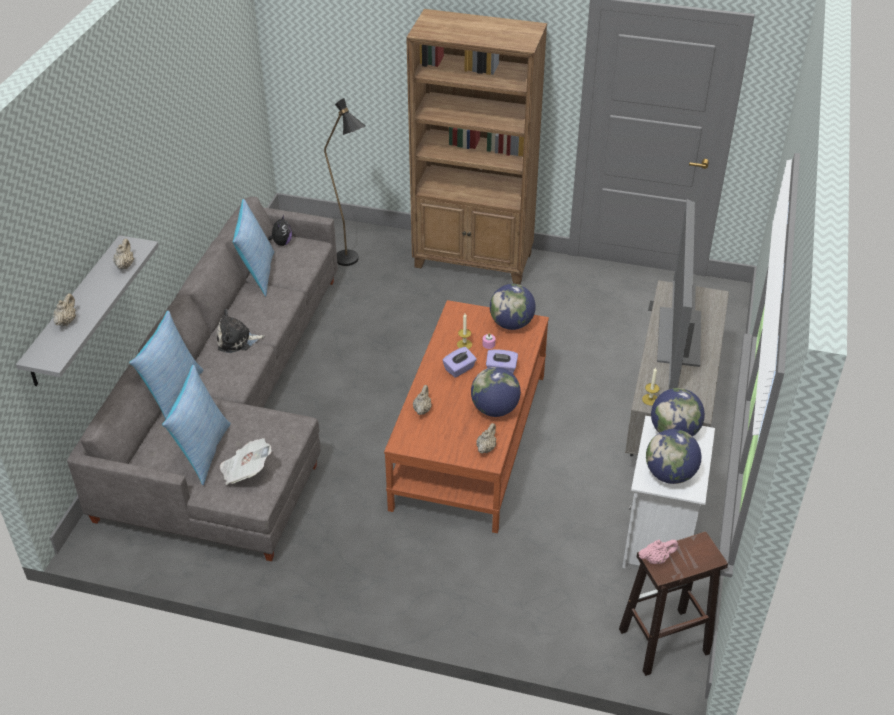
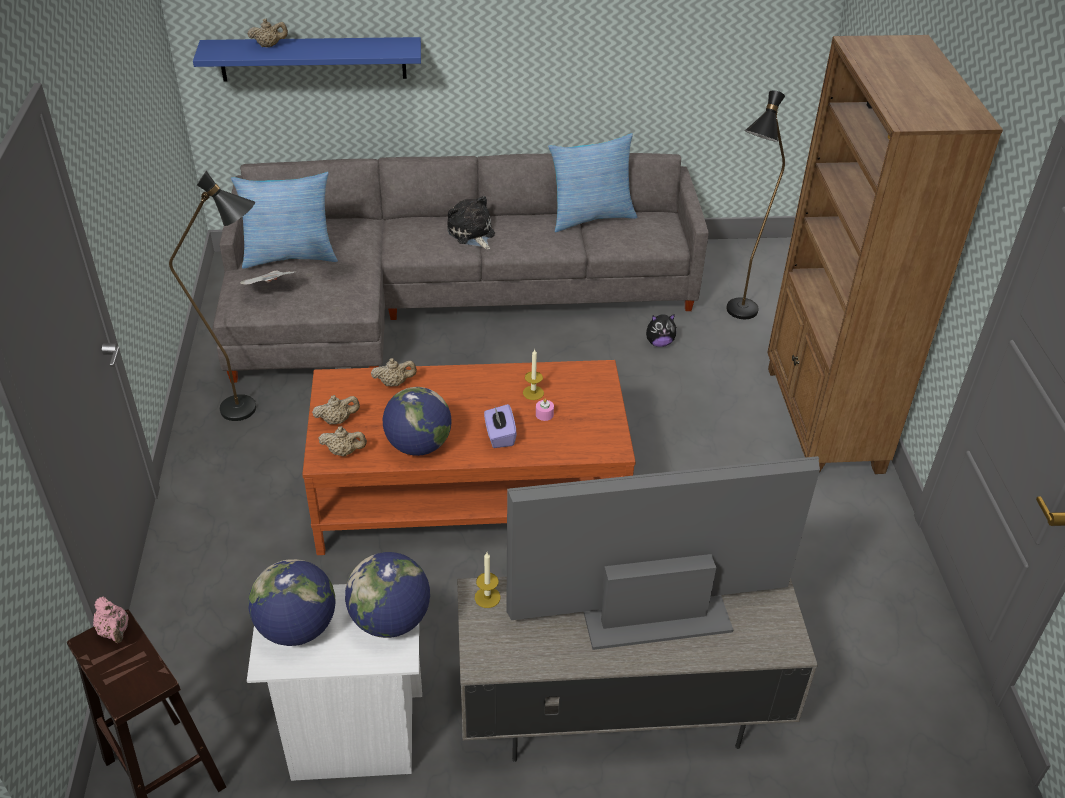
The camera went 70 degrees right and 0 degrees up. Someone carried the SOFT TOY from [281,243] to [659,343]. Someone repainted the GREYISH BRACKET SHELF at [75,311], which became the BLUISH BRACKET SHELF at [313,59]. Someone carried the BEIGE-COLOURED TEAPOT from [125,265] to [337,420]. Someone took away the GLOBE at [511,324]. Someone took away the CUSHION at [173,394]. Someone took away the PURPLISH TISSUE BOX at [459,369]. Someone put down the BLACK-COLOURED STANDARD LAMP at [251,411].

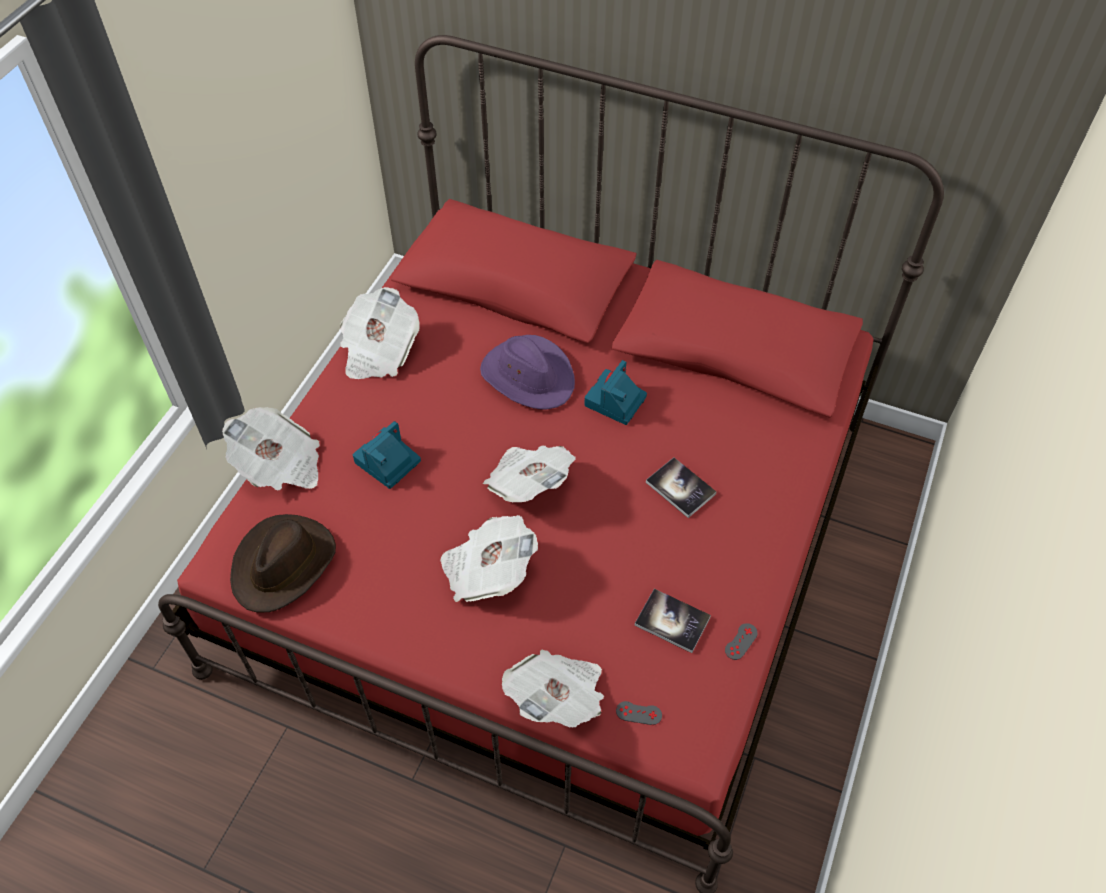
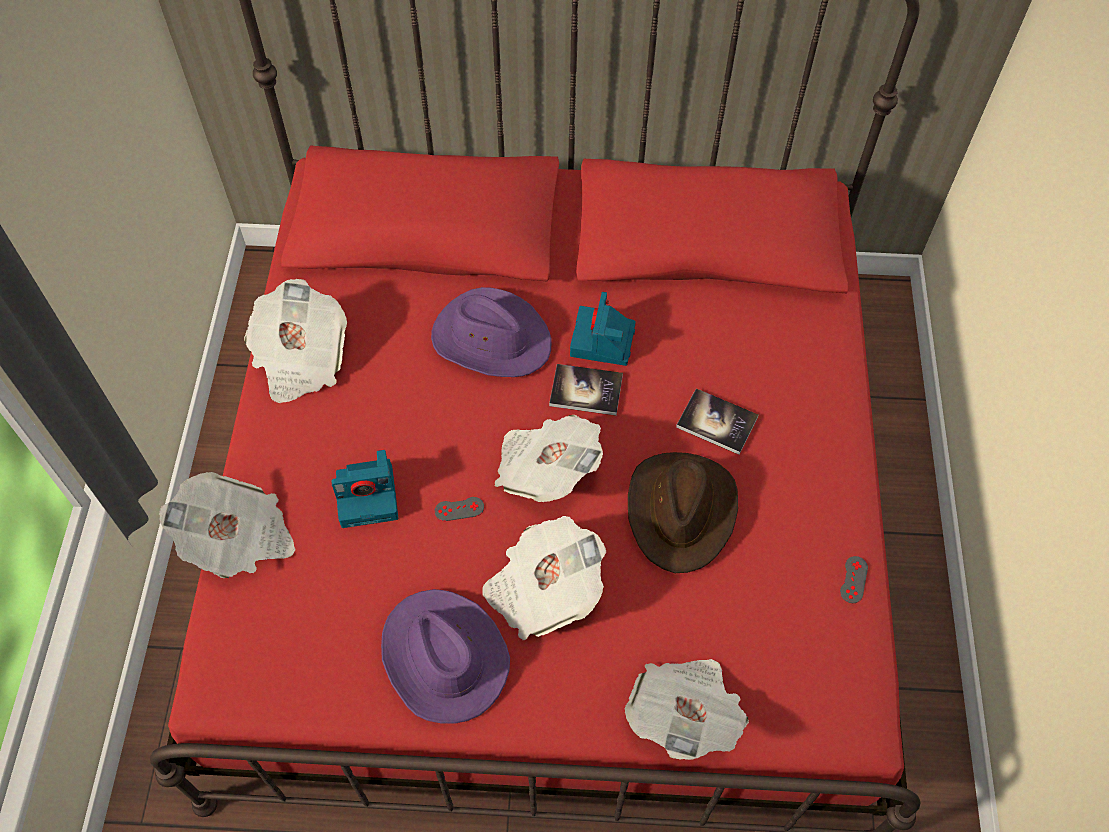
The camera went 20 degrees left and 5 degrees up. Someone rotated the PHOTO CAMERA at [387,463] by 120 degrees counterclockwise. Someone carried the BROWN-COLOURED HAT from [284,565] to [681,511]. Someone carried the BOOK from [672,621] to [586,391]. Someone carried the GREYISH GAMEPAD from [638,713] to [459,509]. Someone put down the PURPLISH HAT at [443,657].

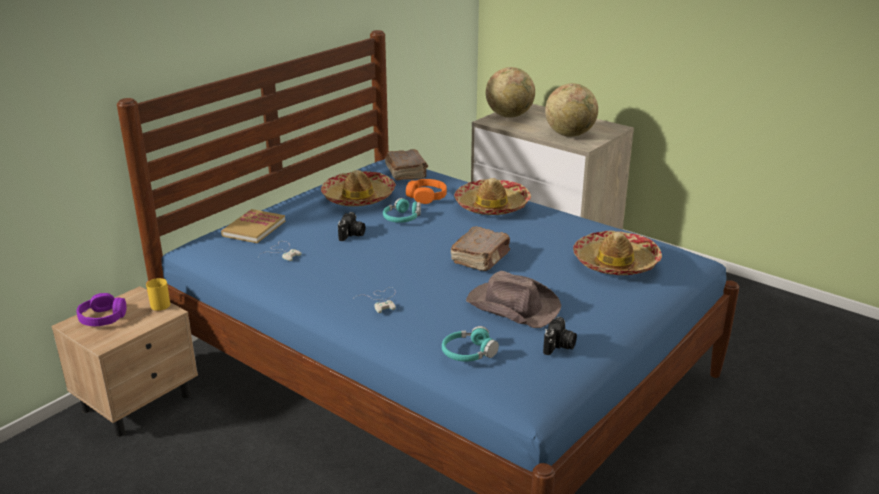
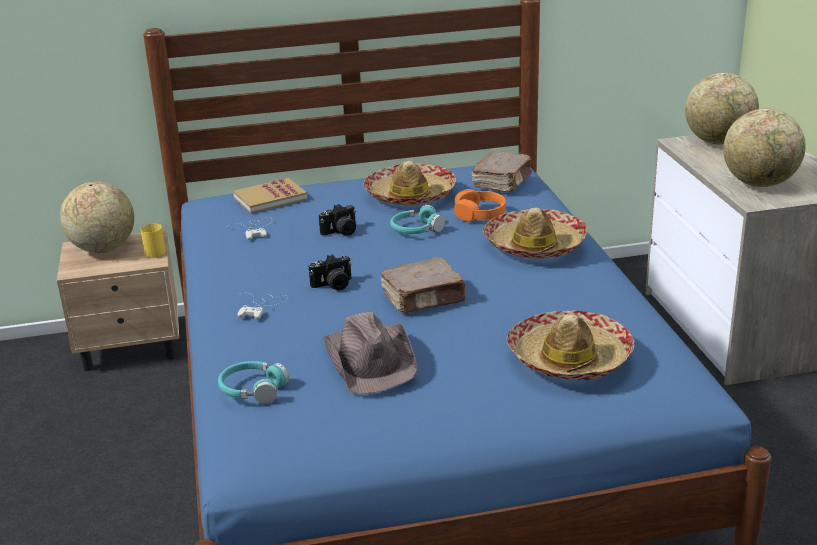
The camera went 40 degrees right and 0 degrees up. Someone swapped the PURPLISH HEADPHONES at [103,318] for the GLOBE at [103,249]. Someone carried the PHOTO CAMERA from [559,346] to [333,285].

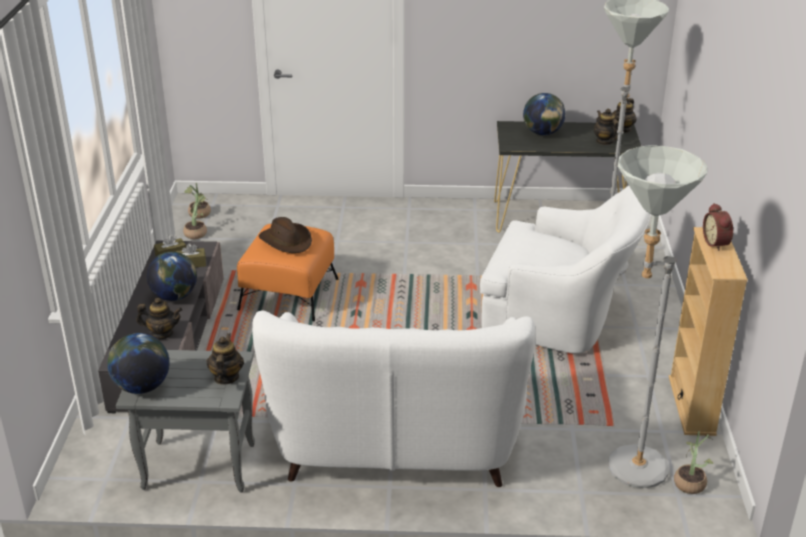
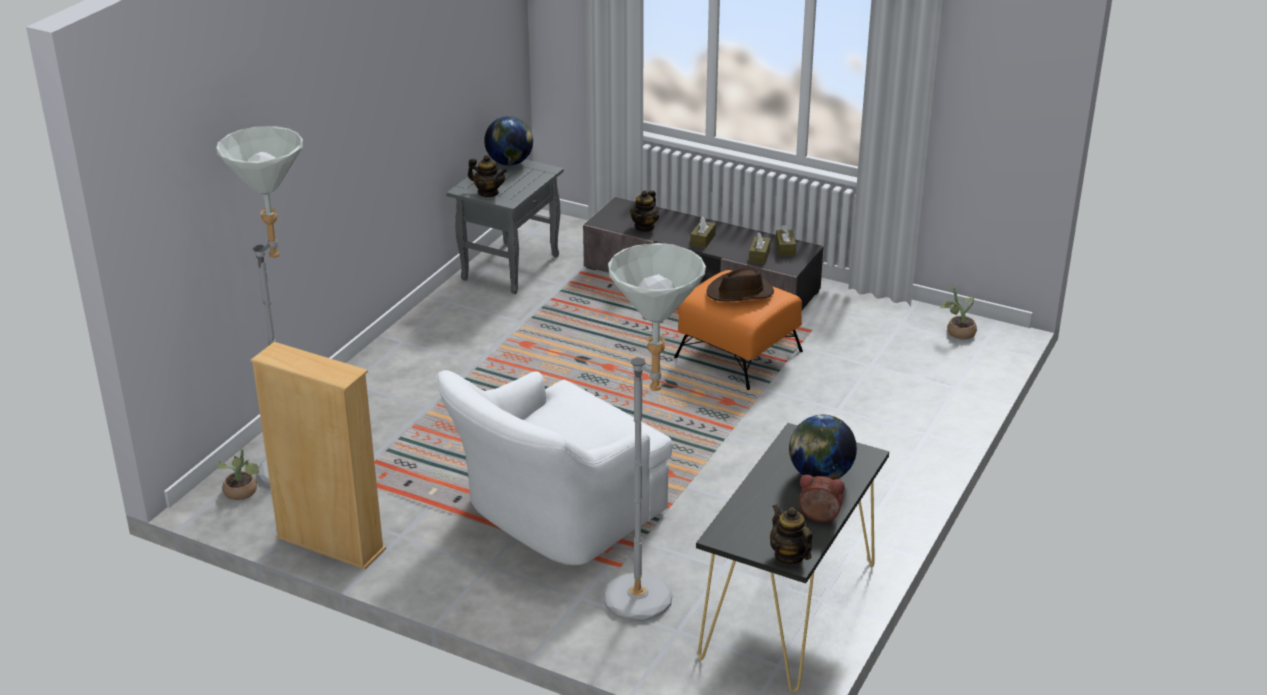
The camera went 115 degrees right and 0 degrees up. Someone took away the TEAPOT at [604,141]. Someone took away the POTTED PLANT at [197,233]. Someone carried the ALARM CLOCK from [717,243] to [819,517]. Someone swapped the GLOBE at [175,297] for the BROWN-COLOURED TISSUE BOX at [702,240]. Someone took away the WHITISH COUCH at [396,444].

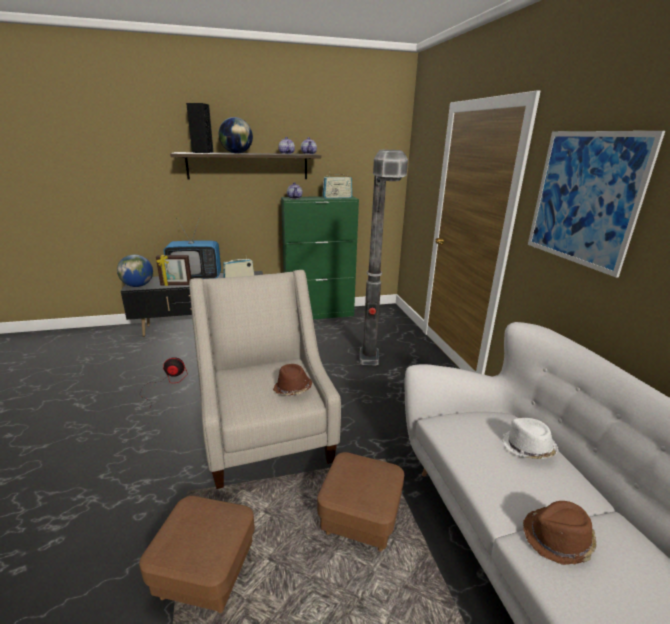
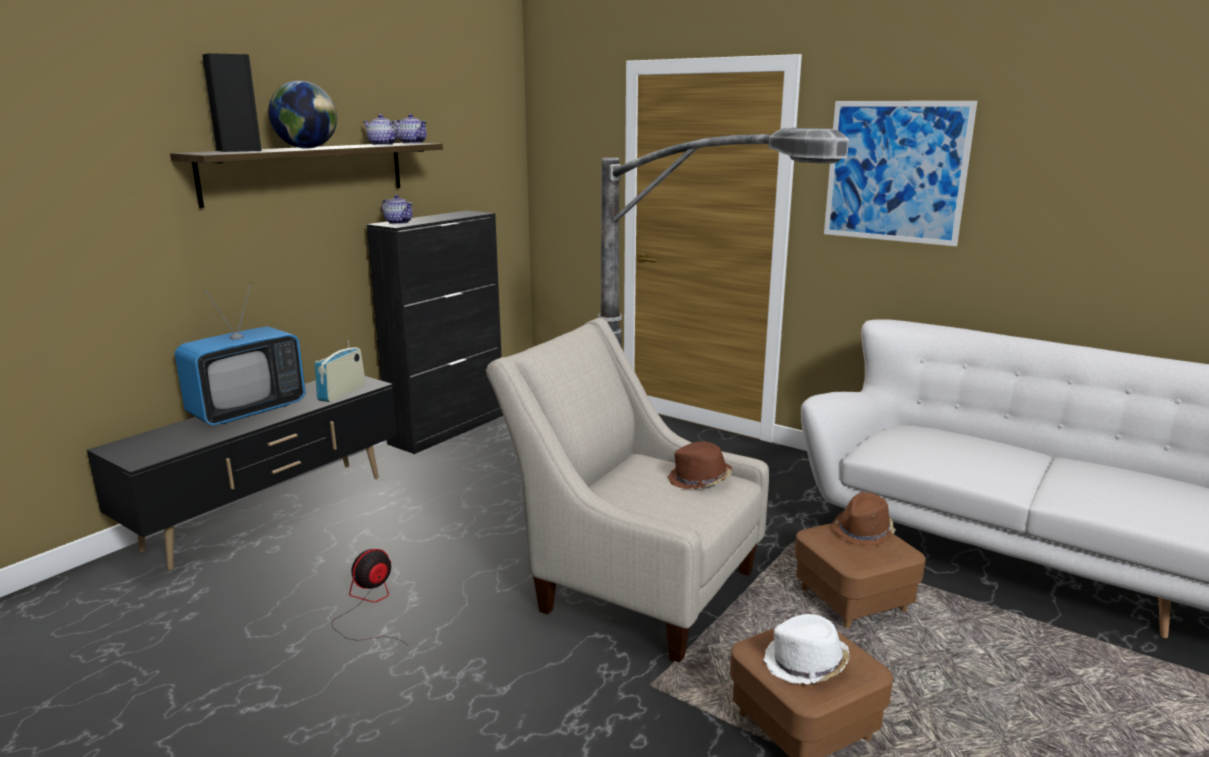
The camera went 40 degrees left and 5 degrees down. Someone took away the RADIO RECEIVER at [337,197]. Someone repainted the GREEN-COLOURED CABINET at [319,314], which became the BLACK-COLOURED CABINET at [449,429]. Someone took away the GLOBE at [138,286]. Someone took away the STANDING FRAME at [176,285]. Someone carried the WHITISH HAT from [527,448] to [805,664]. Someone carried the BROWN-COLOURED HAT from [558,539] to [863,532].

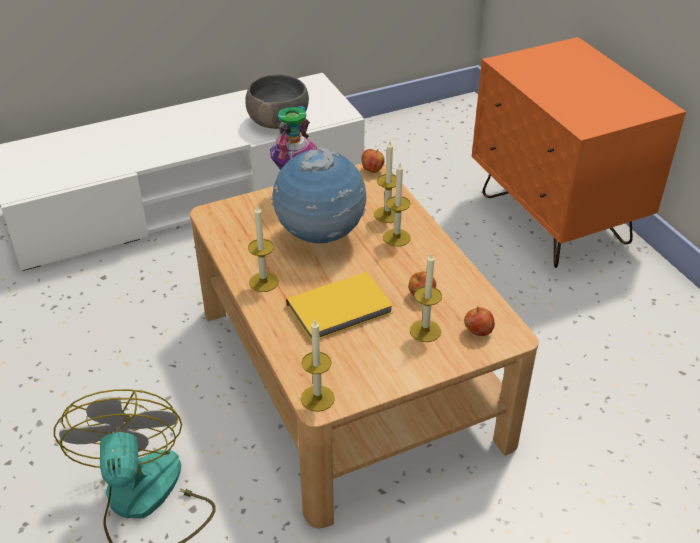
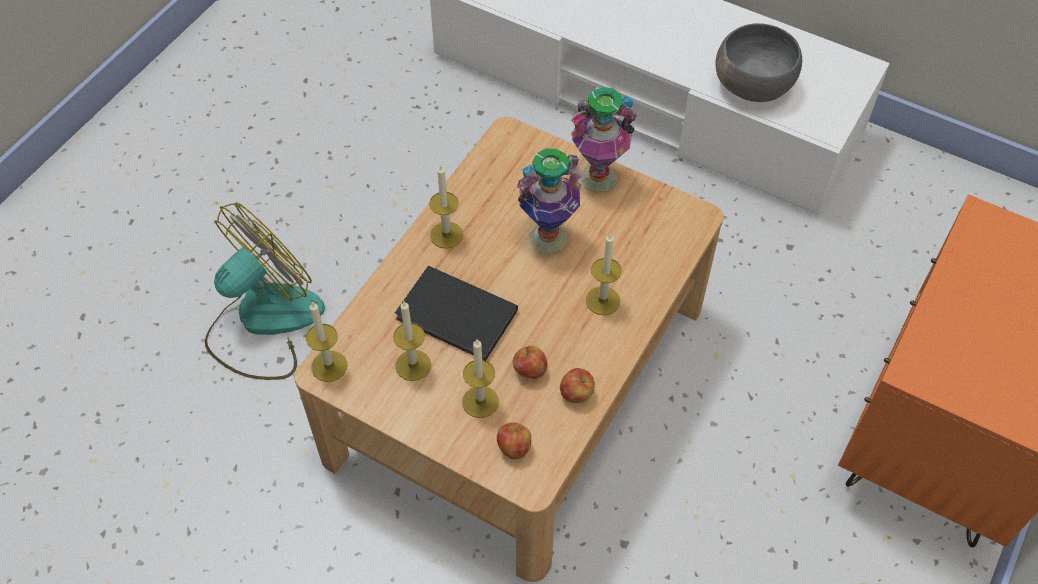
The camera went 55 degrees right and 15 degrees up. Someone carried the WAX CANDLE from [387,214] to [413,365]. Someone swapped the GLOBE at [320,237] for the FLOWER VASE at [548,238]. Someone carried the WHOLE APPLE from [372,170] to [576,394]. Someone repainted the YELLOWISH BOOK at [341,310], which became the BLACK-COLOURED BOOK at [456,317].

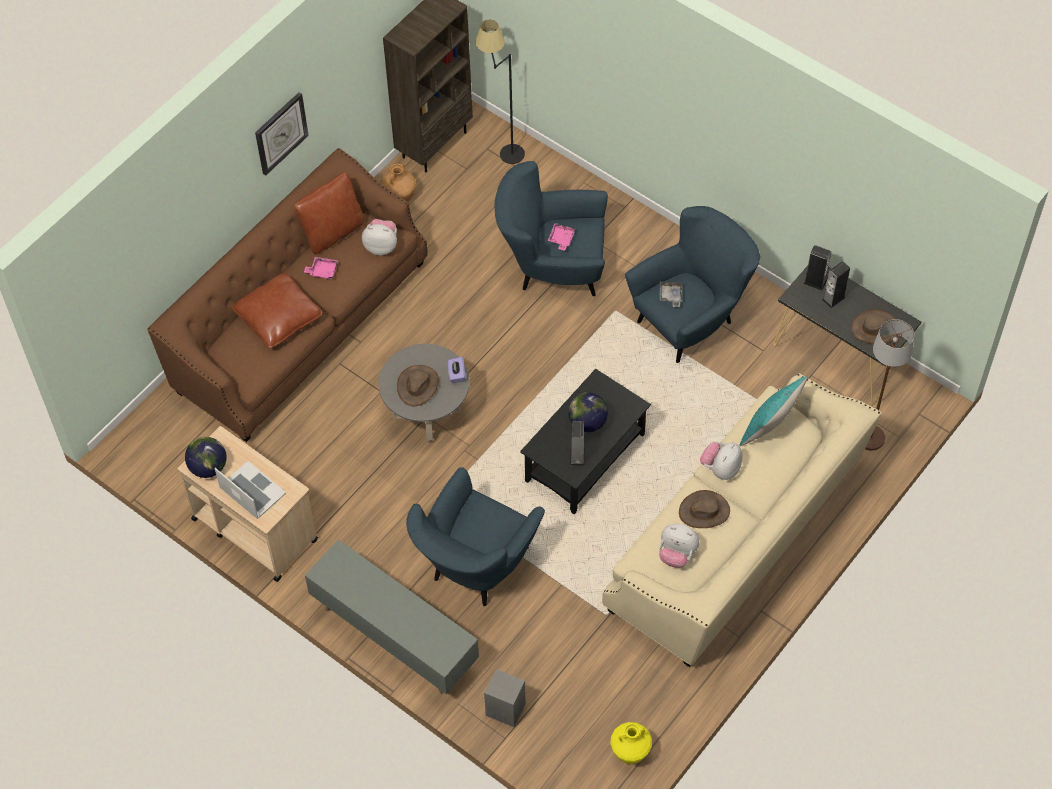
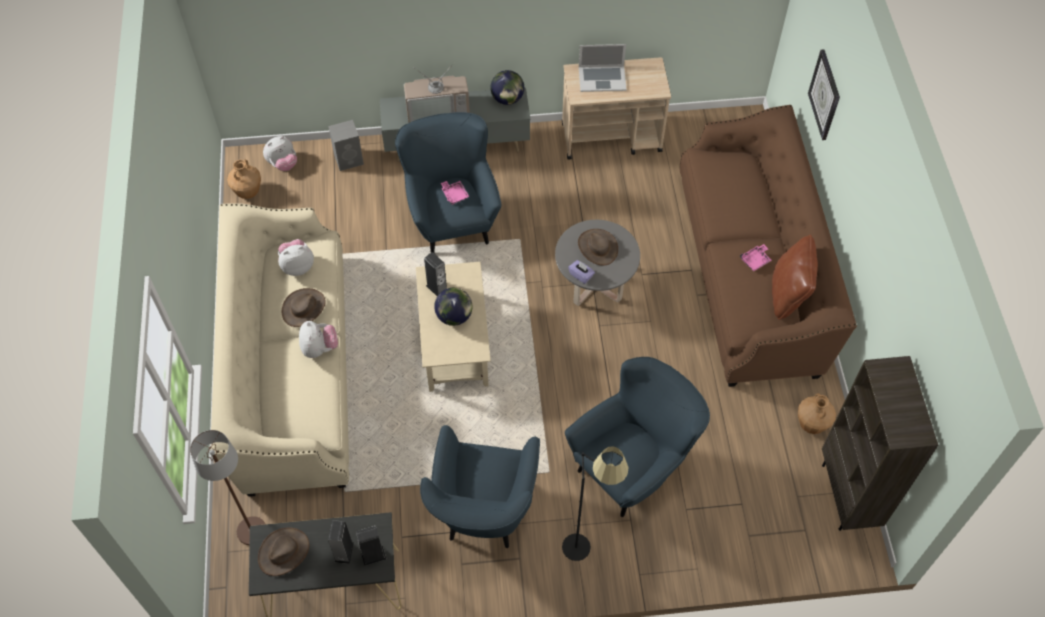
The camera went 135 degrees right and 0 degrees up. Someone carried the BLACK-COLOURED STANDARD LAMP from [501,150] to [588,543]. Someone carried the CLOCK ON THE WALL from [280,133] to [825,95]. Someone carried the SOFT TOY from [381,246] to [283,164]. Someone carried the PINKISH CARRYING TRAY from [561,239] to [454,194]. Someone took away the BROWN-COLOURED CUSHION at [279,318]. Someone took away the GREYISH CARRYING TRAY at [670,296]. Someone repainted the BLACK-COLOURED COFFEE TABLE at [584,459], which became the BEIGE-COLOURED COFFEE TABLE at [454,340]. Someone took away the BLUE-GREEN CUSHION at [770,428]. Someone carried the GLOBE from [208,467] to [507,99]. Someone repainted the YELLOWISH FLOWER VASE at [630,753], which became the BROWN-COLOURED FLOWER VASE at [248,192]. Someone put down the TELEVISION at [438,109].

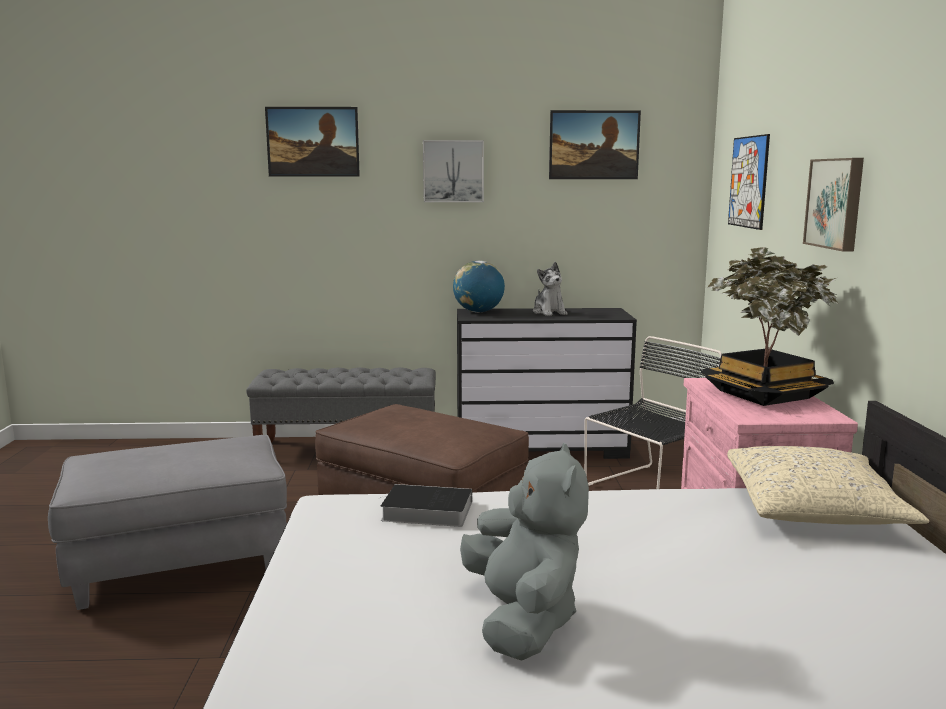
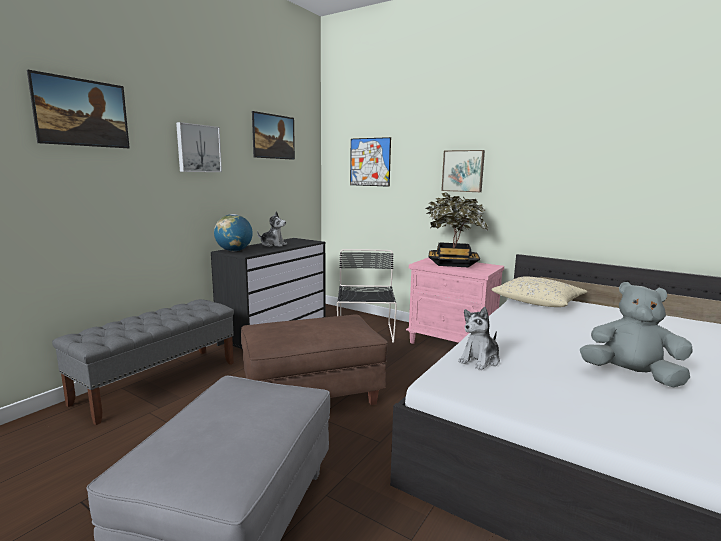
The camera went 55 degrees left and 0 degrees up. Someone swapped the BOOK at [424,511] for the SOFT TOY at [480,360].

